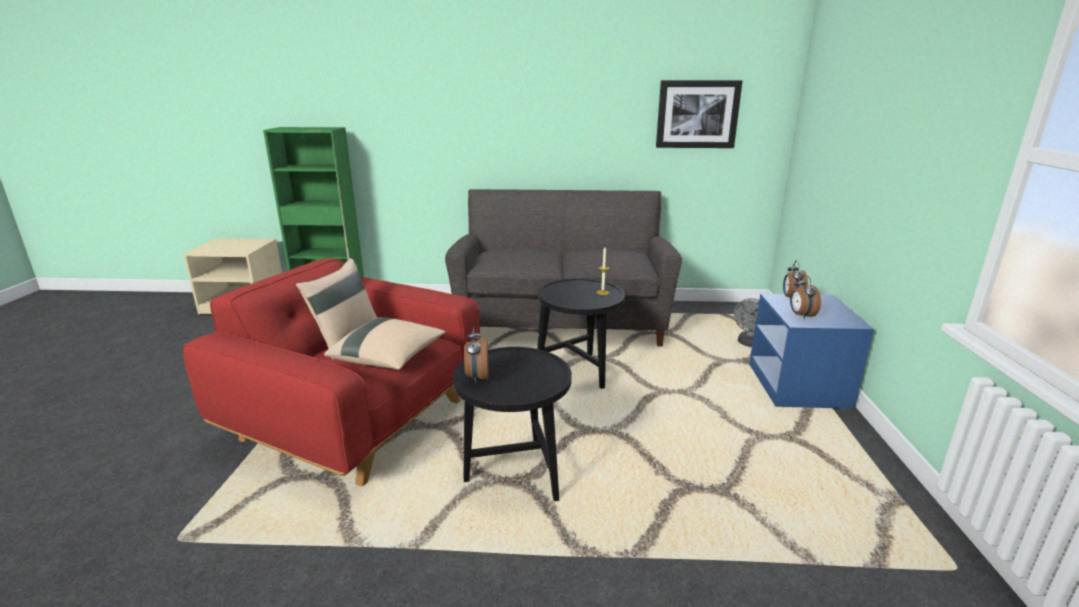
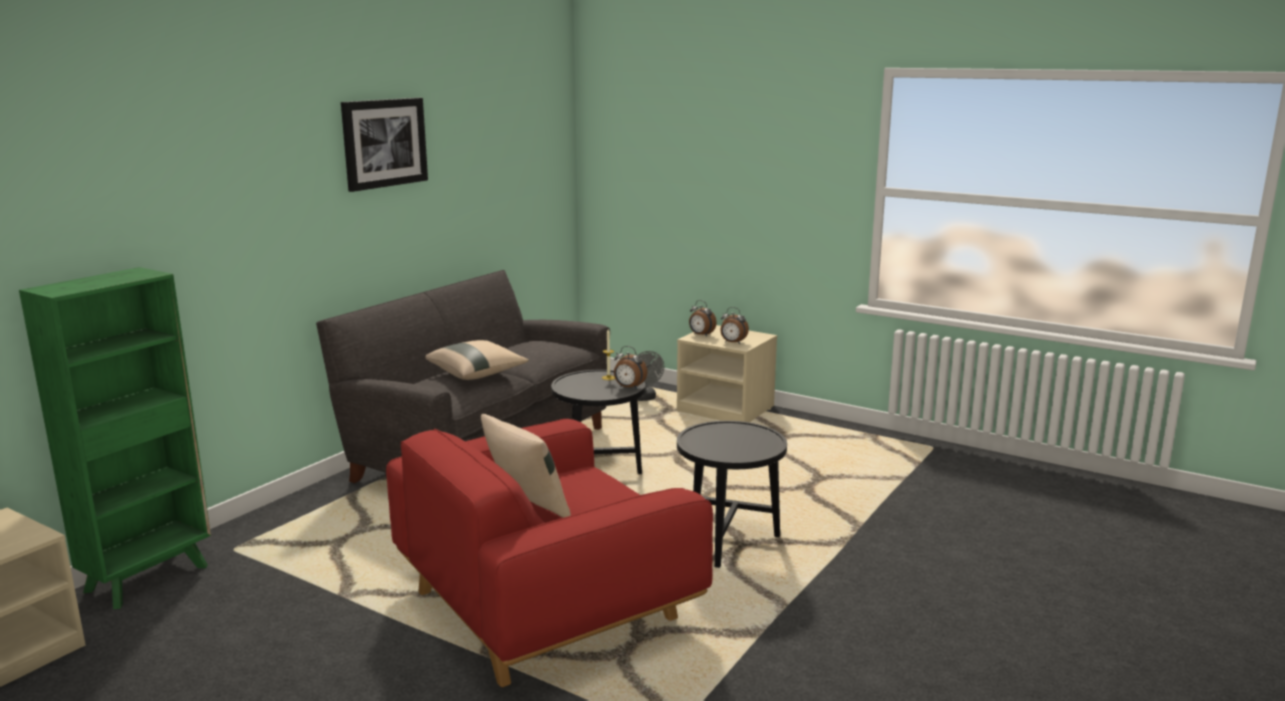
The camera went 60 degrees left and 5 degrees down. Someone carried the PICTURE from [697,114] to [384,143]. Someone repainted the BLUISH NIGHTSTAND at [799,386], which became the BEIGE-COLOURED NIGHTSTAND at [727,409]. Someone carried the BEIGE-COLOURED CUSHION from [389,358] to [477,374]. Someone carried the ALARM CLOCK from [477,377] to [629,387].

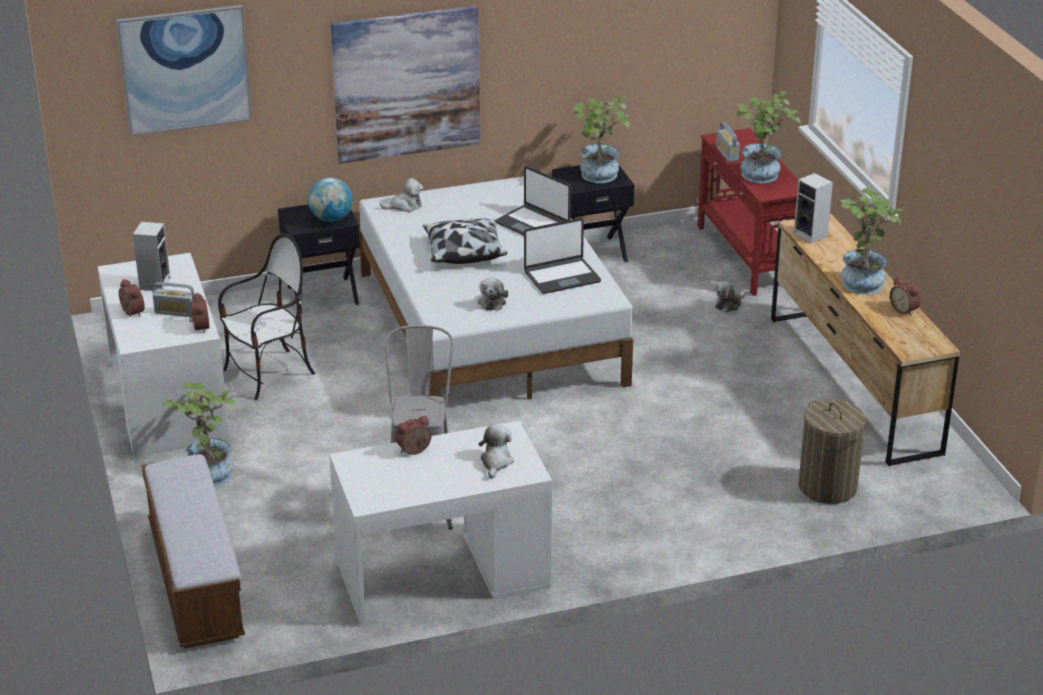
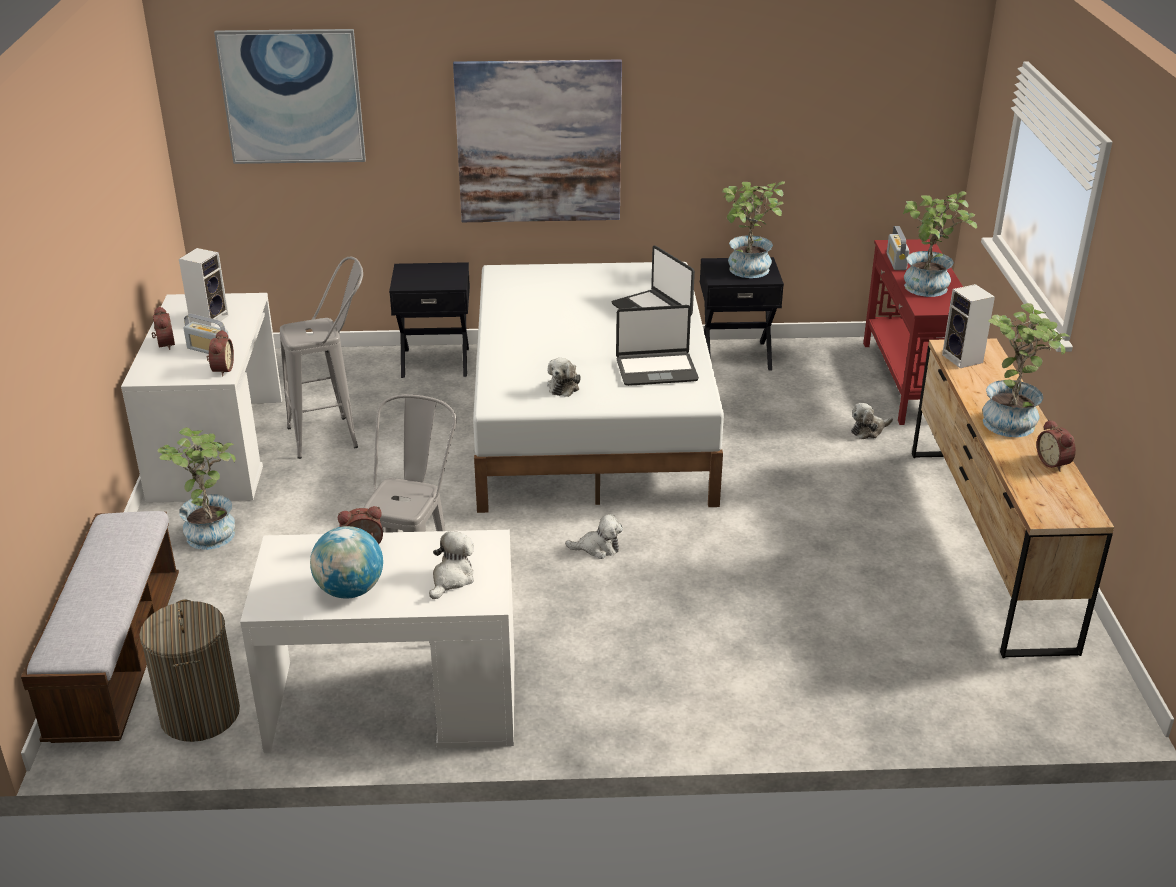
The camera went 15 degrees right and 0 degrees up. Someone carried the GLOBE from [331,219] to [350,590]. Someone carried the SOFT TOY from [405,206] to [598,548]. Someone took away the CUSHION at [463,252]. Someone swapped the UPRIGHT CHAIR at [269,374] for the GREYISH STOOL SEAT at [335,435]. Someone carried the WASHING BASKET from [827,487] to [200,715].

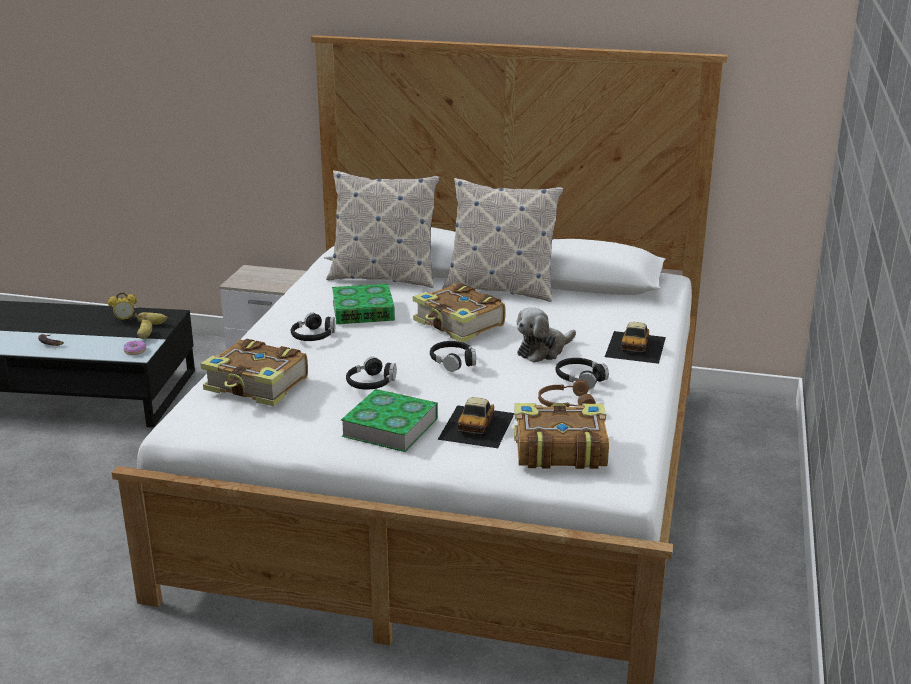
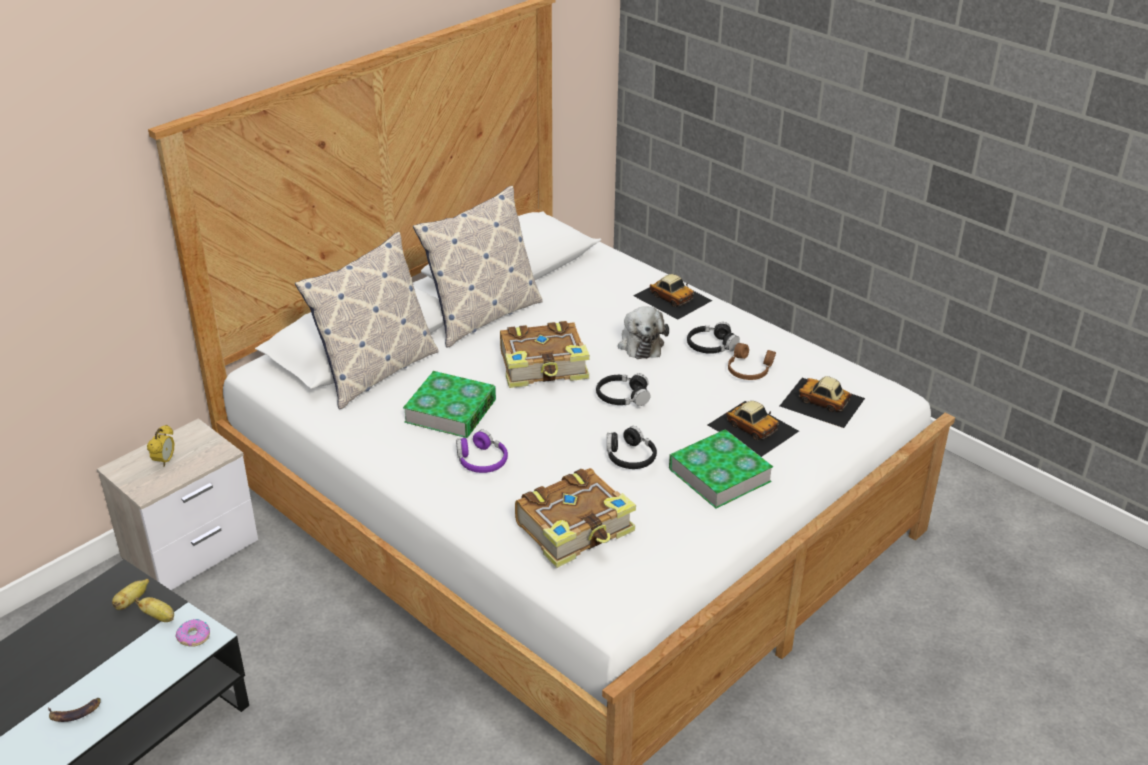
The camera went 60 degrees left and 10 degrees up. Someone carried the ALARM CLOCK from [125,320] to [165,461]. Someone repainted the BLACK-COLOURED HEADPHONES at [313,336], which became the PURPLISH HEADPHONES at [481,461]. Someone swapped the BOOK at [558,449] for the TOY CAR at [822,402].

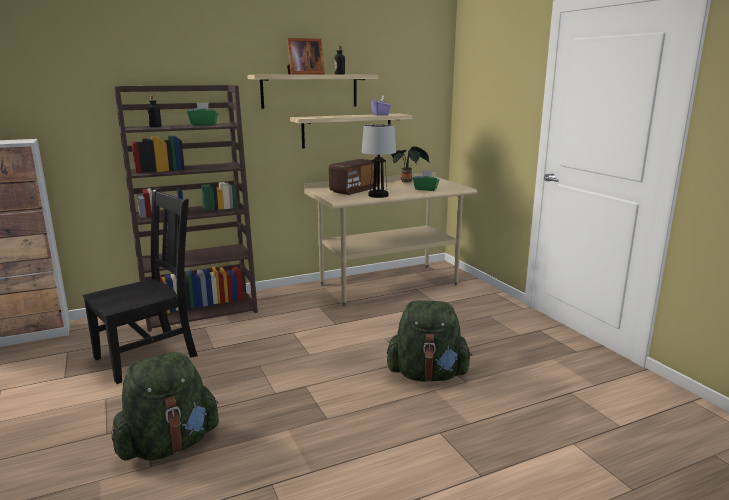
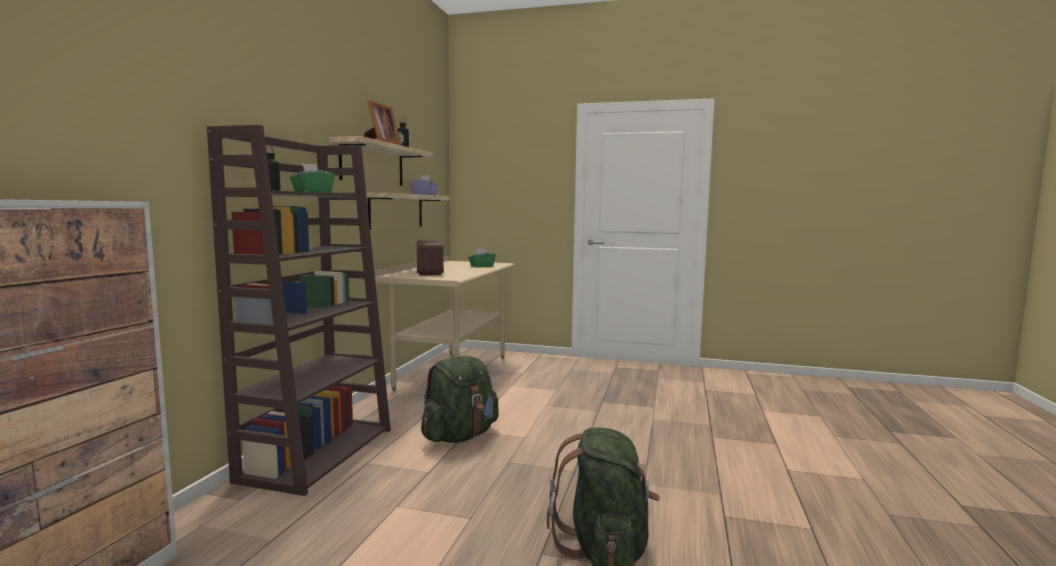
The camera went 50 degrees left and 10 degrees down. Someone took away the TABLETOP LAMP at [378,195]. Someone took away the POTTED PLANT at [408,182]. Someone took away the BLACK-COLOURED UPRIGHT CHAIR at [149,356]. Someone carried the GREEN-COLOURED KNAPSACK from [427,375] to [460,436].

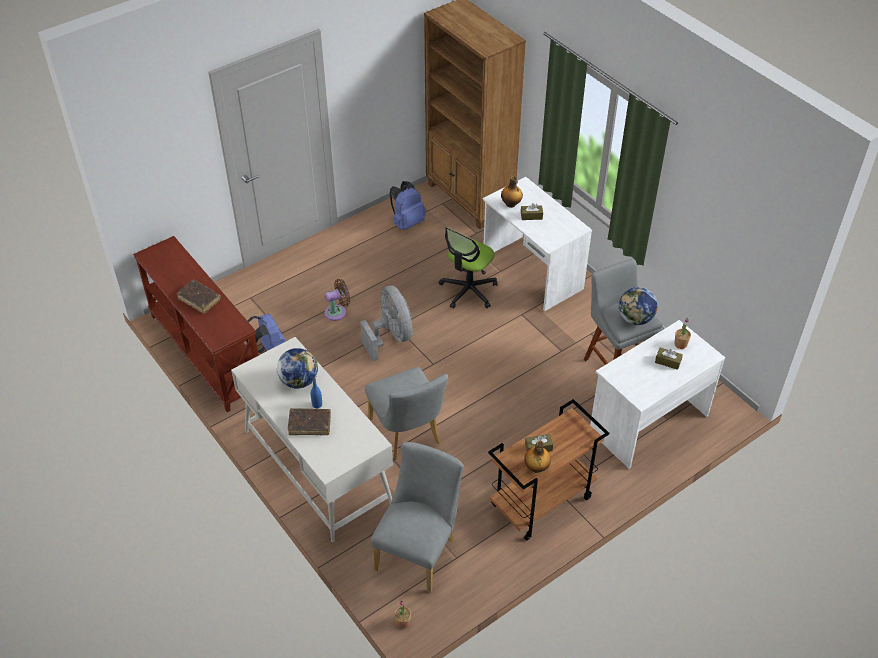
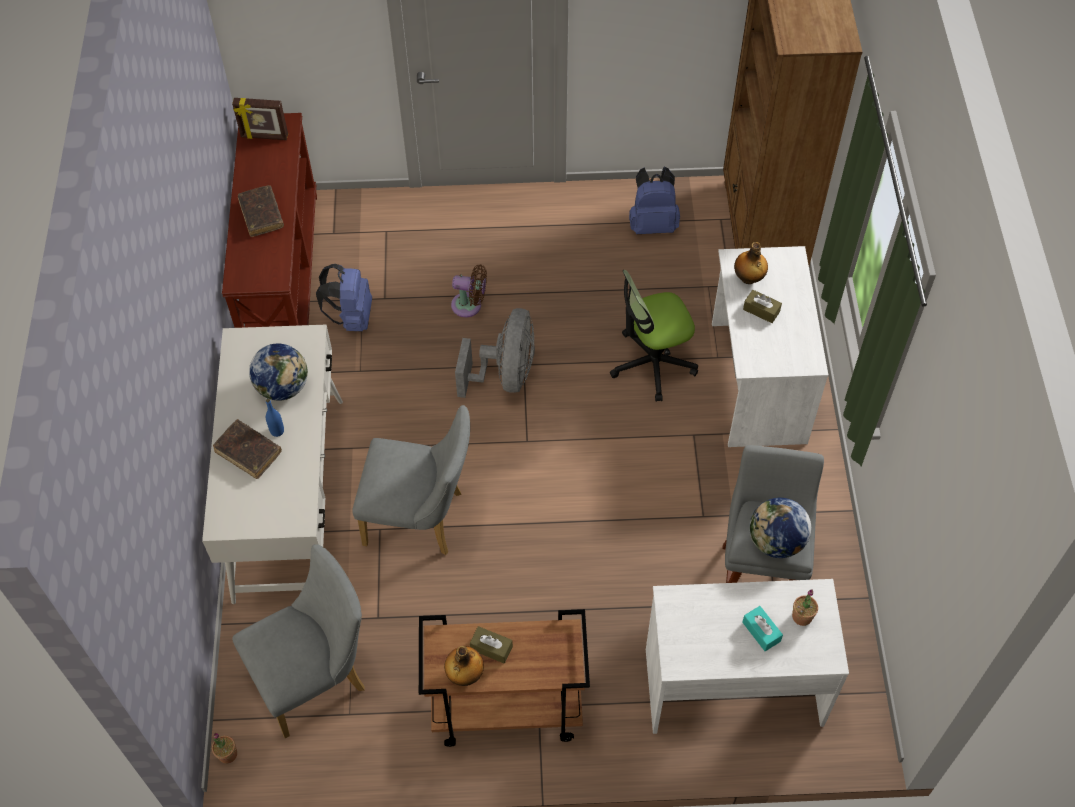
The camera went 35 degrees right and 10 degrees up. Someone repainted the BROWN-COLOURED TISSUE BOX at [668,362], which became the BLUE-GREEN TISSUE BOX at [761,631]. Someone rotated the GREYISH UPRIGHT CHAIR at [407,435] by 90 degrees counterclockwise. Someone put down the STANDING FRAME at [264,136].

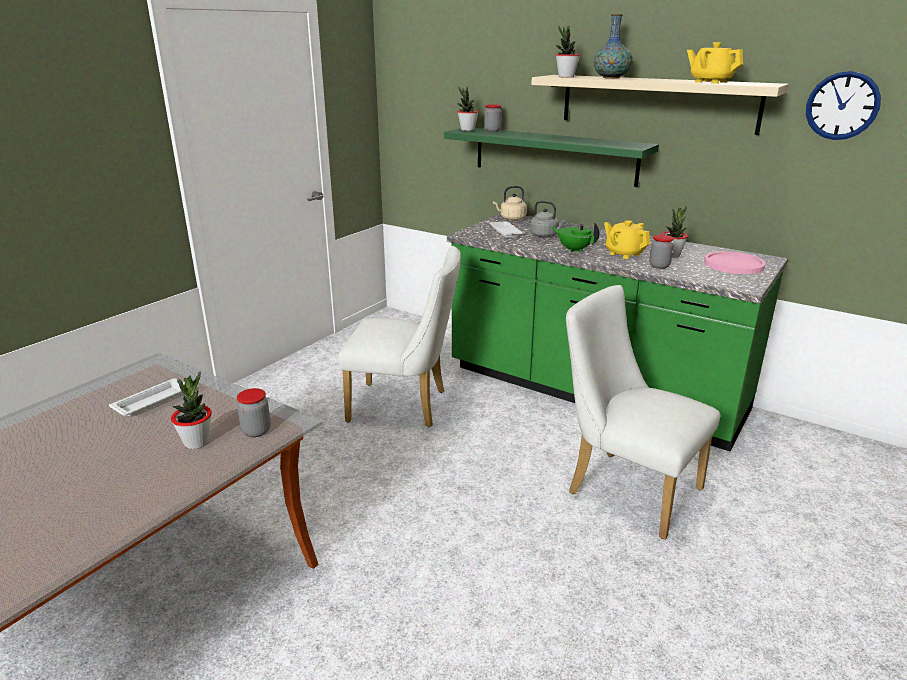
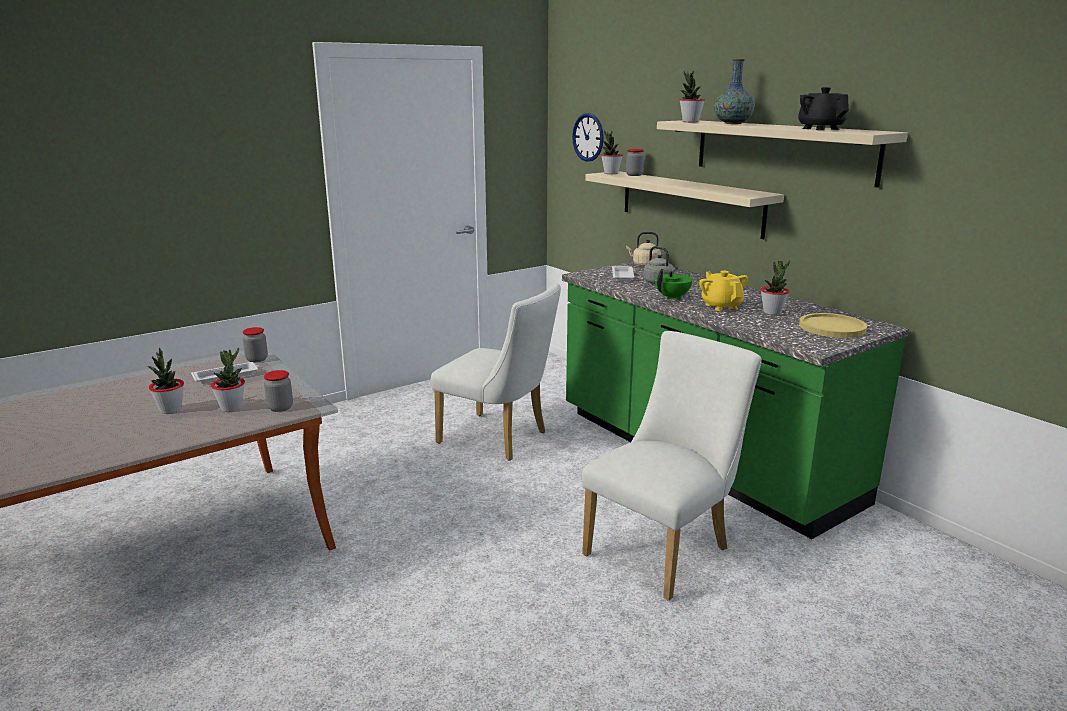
The camera went 20 degrees right and 5 degrees down. Someone repainted the YELLOWISH TEAPOT at [710,82], which became the BLACK-COLOURED TEAPOT at [820,129]. Someone carried the CLOCK ON THE WALL from [842,106] to [588,137]. Someone repainted the GREEN-COLOURED BRACKET SHELF at [554,155], which became the BEIGE-COLOURED BRACKET SHELF at [690,203]. Someone rotated the GREEN-COLOURED TEAPOT at [574,249] by 75 degrees clockwise. Someone carried the PRESERVE JAR from [659,266] to [257,359]. Someone repainted the PINKISH DINNER PLATE at [733,264], which became the YELLOWISH DINNER PLATE at [832,327]. Someone rotated the WHITISH UPRIGHT CHAIR at [625,488] by 75 degrees clockwise. Someone put down the POTTED PLANT at [170,410].

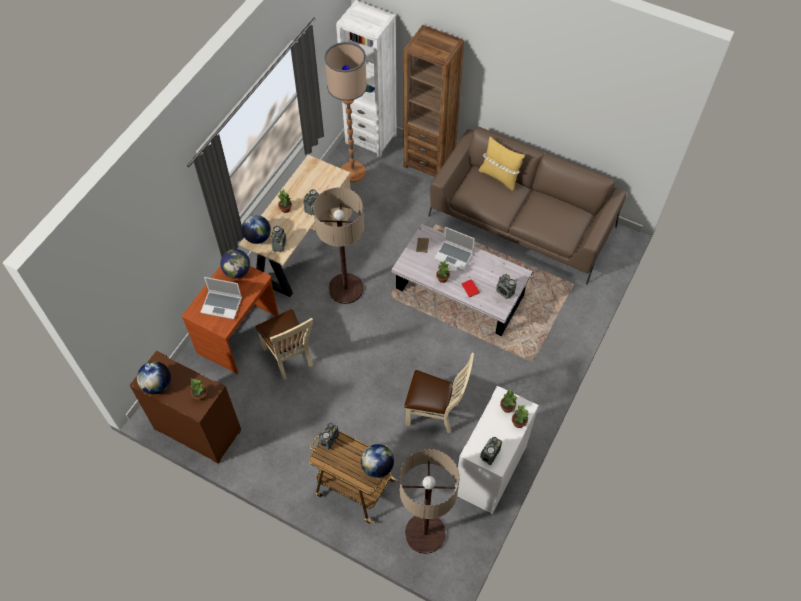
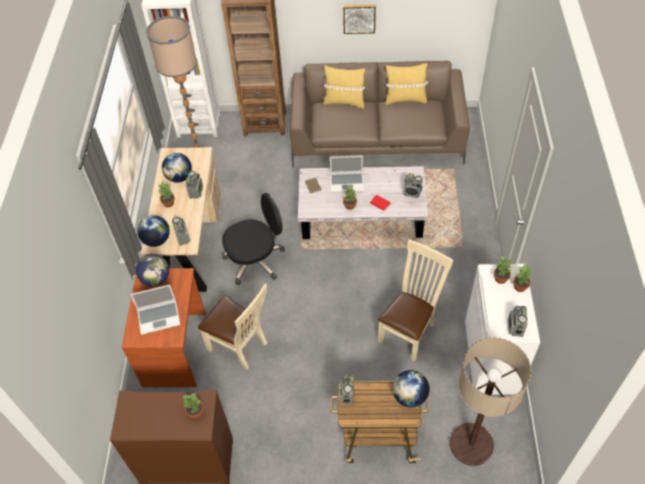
The camera went 25 degrees left and 5 degrees down. Someone swapped the STANDARD LAMP at [345,289] for the BLACK-COLOURED DESK CHAIR at [256,260]. Someone rotated the BEIGE-COLOURED UPRIGHT CHAIR at [435,413] by 45 degrees counterclockwise. Someone carried the GLOBE from [157,385] to [179,177]. Someone put up the PICTURE at [359,18]. Someone put down the YELLOWISH CUSHION at [405,99].

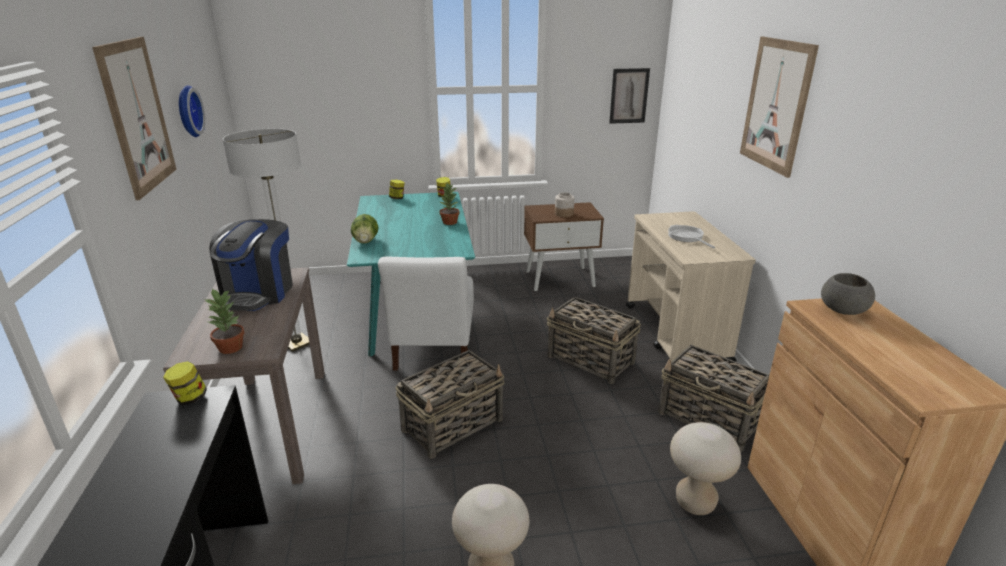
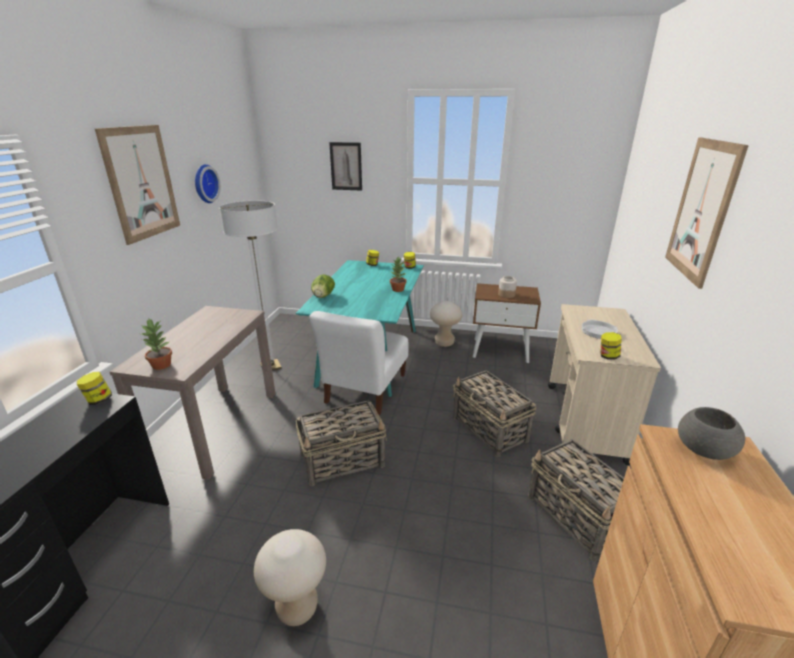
The camera went 20 degrees right and 0 degrees up. Someone carried the PICTURE from [629,96] to [346,166]. Someone took away the COFFEE MACHINE at [258,293]. Someone carried the BEIGE-COLOURED STOOL SEAT from [695,502] to [444,343]. Someone put down the PRESERVE JAR at [608,356].

